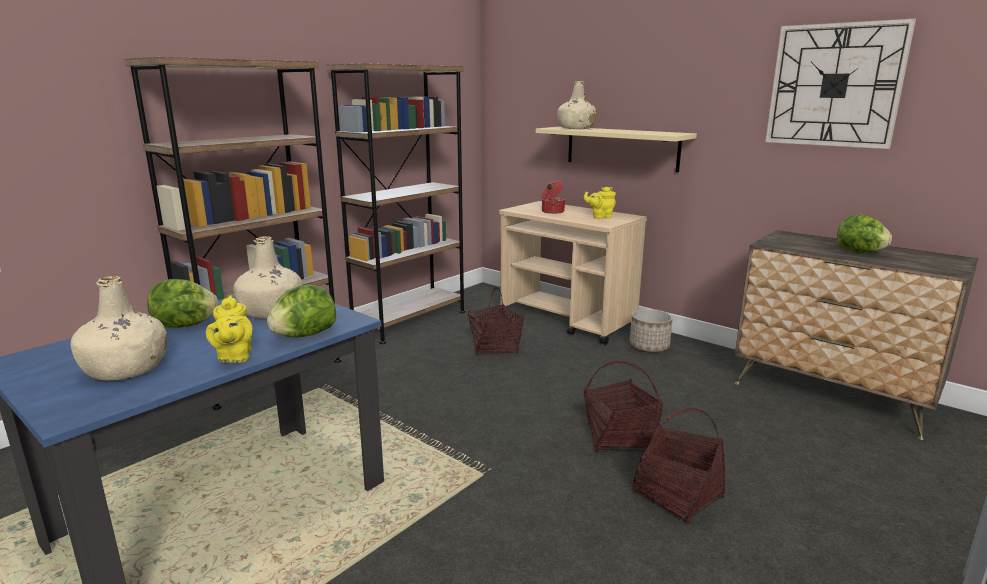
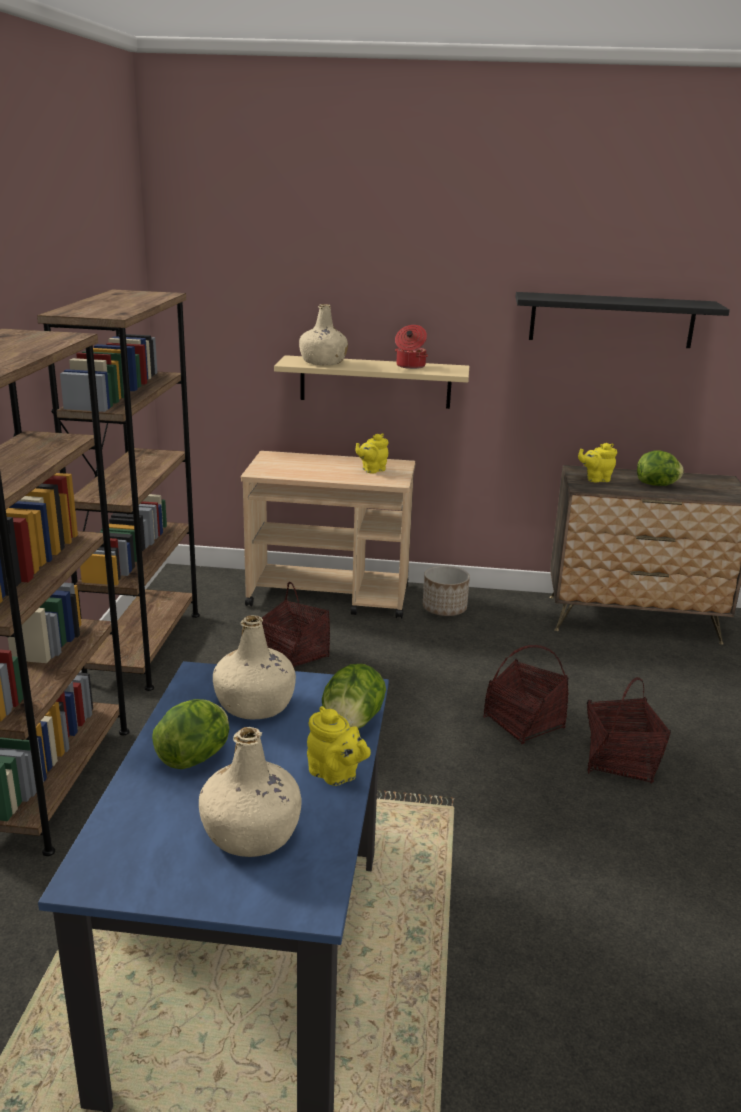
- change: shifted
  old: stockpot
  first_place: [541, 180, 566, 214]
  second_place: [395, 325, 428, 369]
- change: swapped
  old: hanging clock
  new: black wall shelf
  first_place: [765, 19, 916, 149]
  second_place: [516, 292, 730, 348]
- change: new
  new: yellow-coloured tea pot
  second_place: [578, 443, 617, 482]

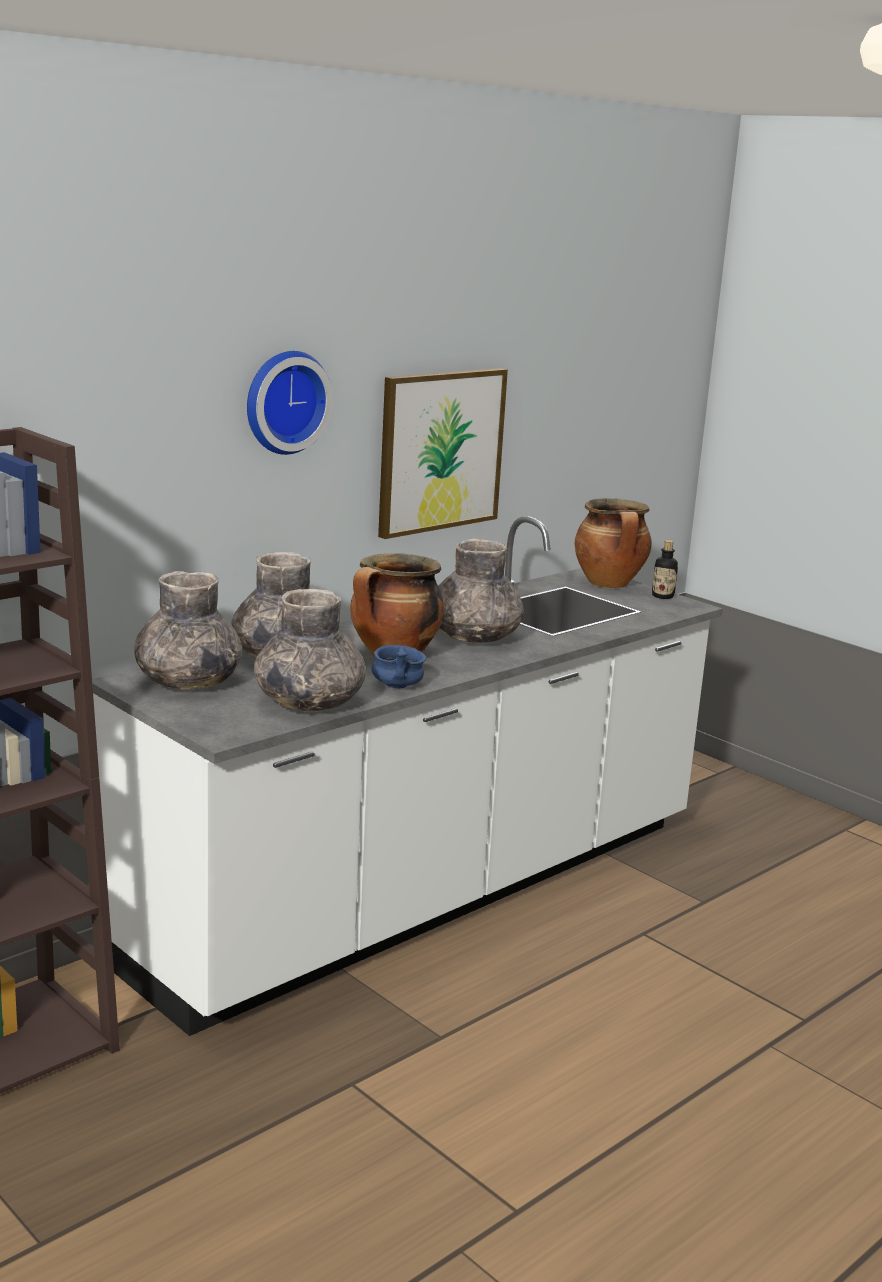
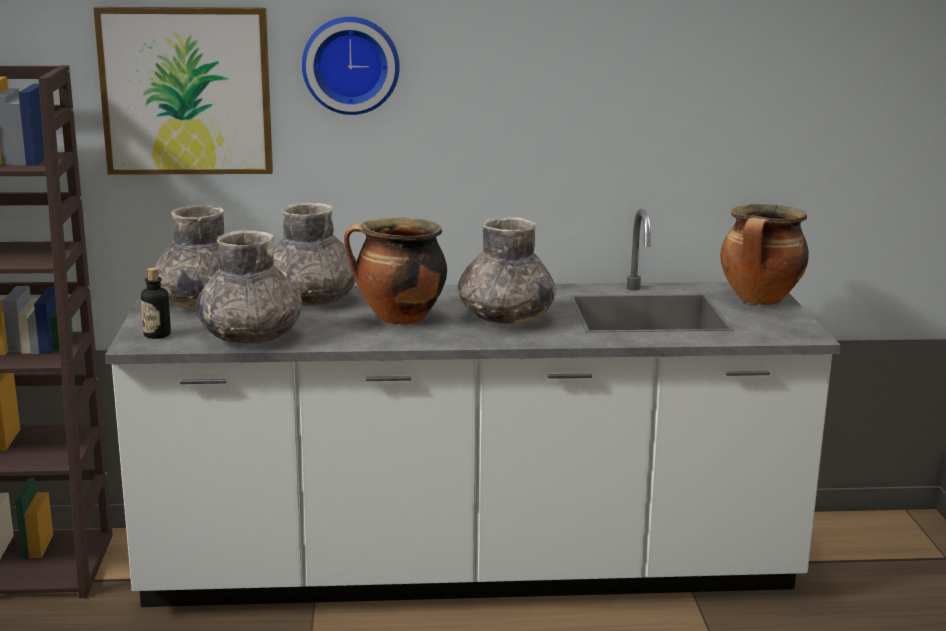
- change: gone
  old: blue deep dish
  first_place: [372, 645, 426, 689]
- change: shifted
  old: wall art
  first_place: [378, 368, 508, 539]
  second_place: [94, 7, 273, 175]
- change: shifted
  old: drink bottle
  first_place: [652, 540, 678, 599]
  second_place: [141, 268, 171, 339]

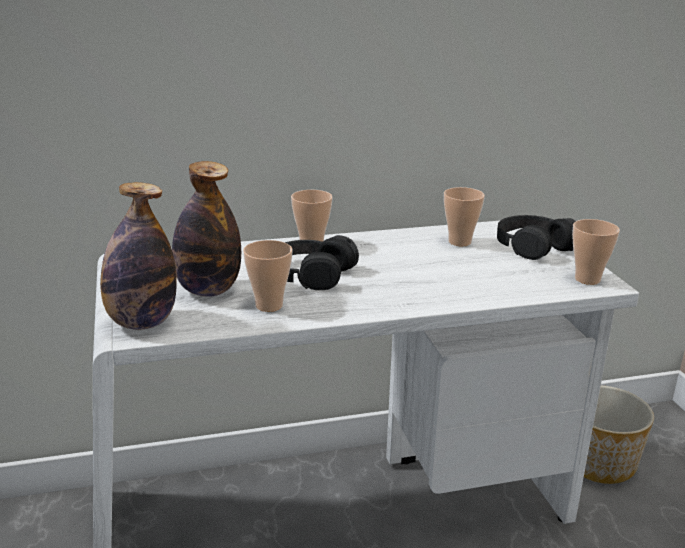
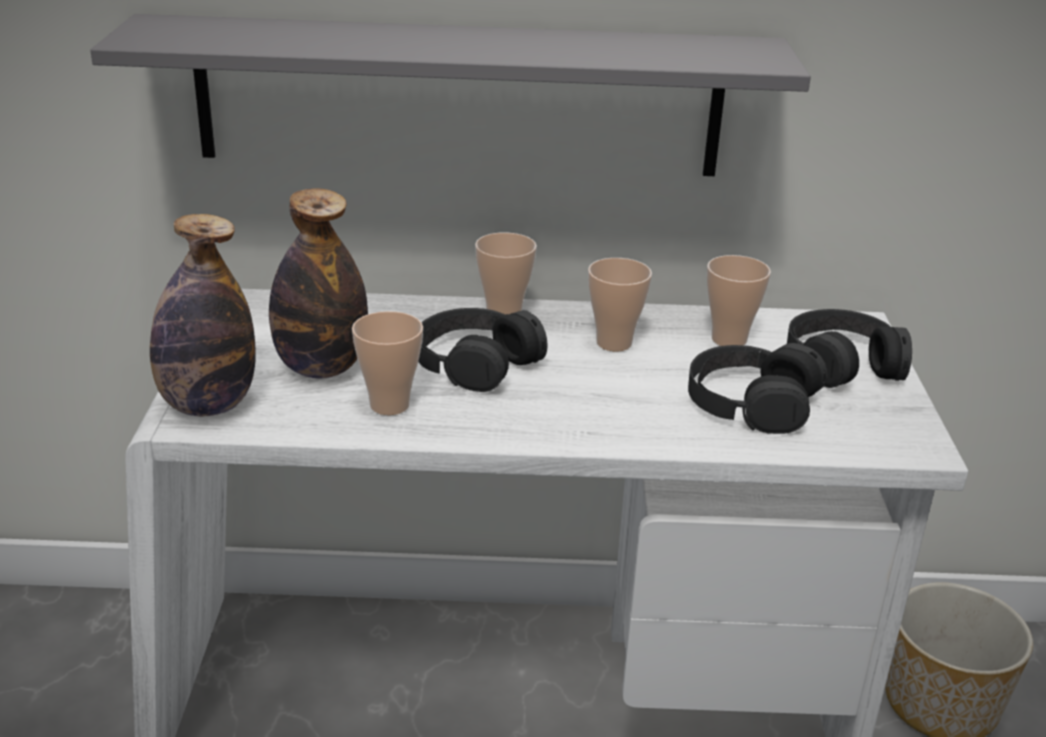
- change: shifted
  old: cup
  first_place: [572, 219, 620, 285]
  second_place: [588, 258, 652, 351]
- change: new
  new: grey wall shelf
  second_place: [90, 14, 811, 176]
- change: new
  new: black headset
  second_place: [688, 343, 827, 434]

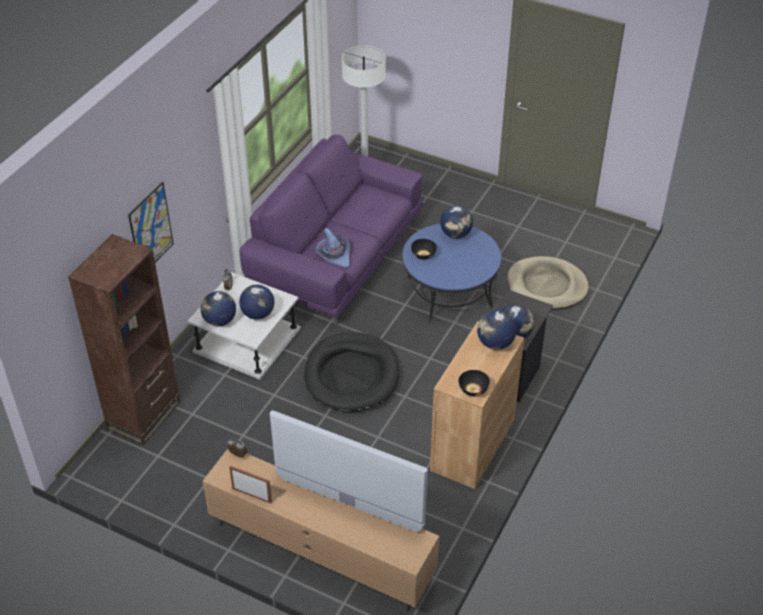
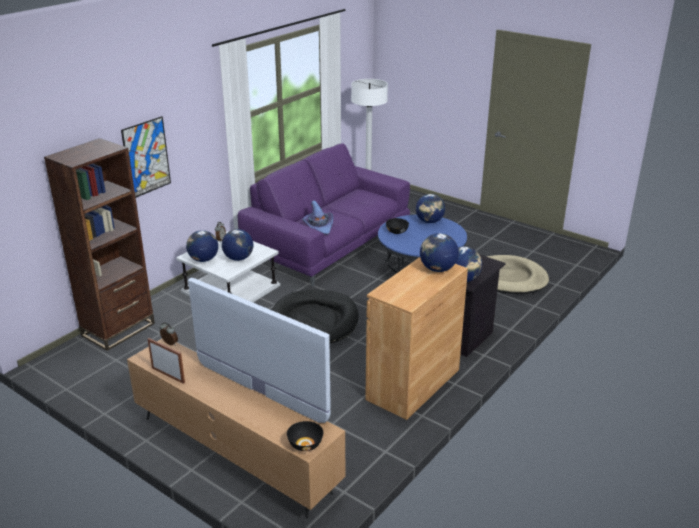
- change: shifted
  old: black deep dish
  first_place: [459, 370, 490, 396]
  second_place: [287, 421, 323, 451]

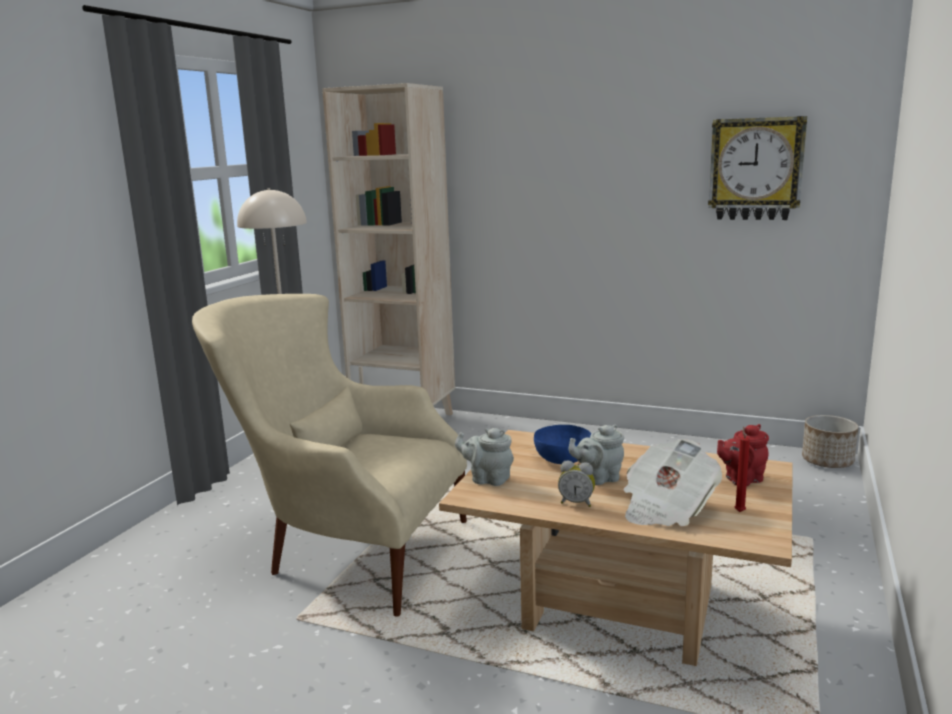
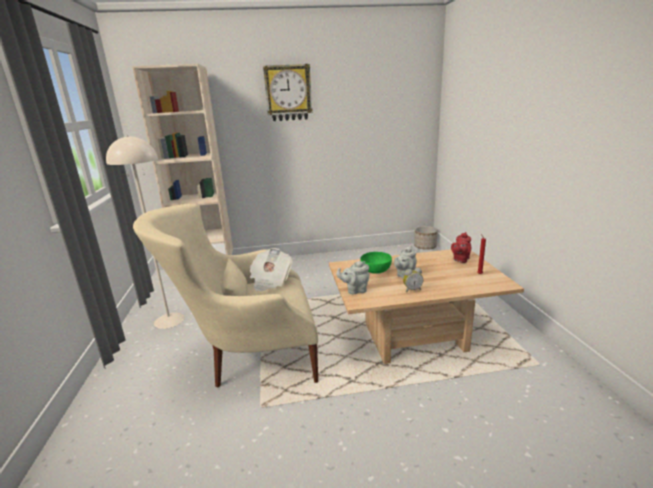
- change: repainted
  old: blue deep dish
  new: green deep dish
  first_place: [534, 425, 591, 464]
  second_place: [360, 252, 392, 274]
- change: shifted
  old: daily paper
  first_place: [624, 439, 722, 526]
  second_place: [249, 248, 293, 291]
- change: shifted
  old: hanging clock
  first_place: [708, 116, 807, 220]
  second_place: [263, 64, 313, 121]

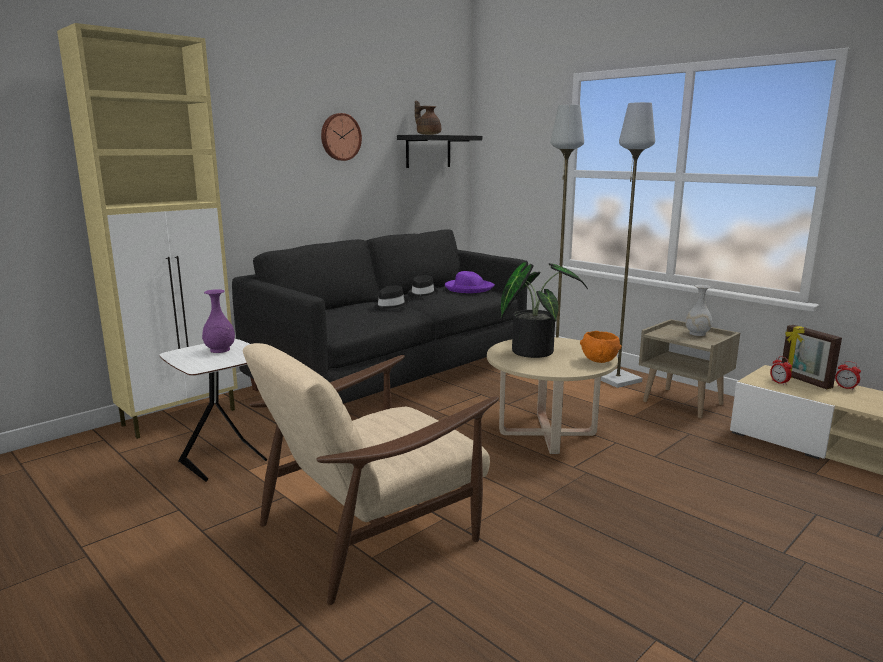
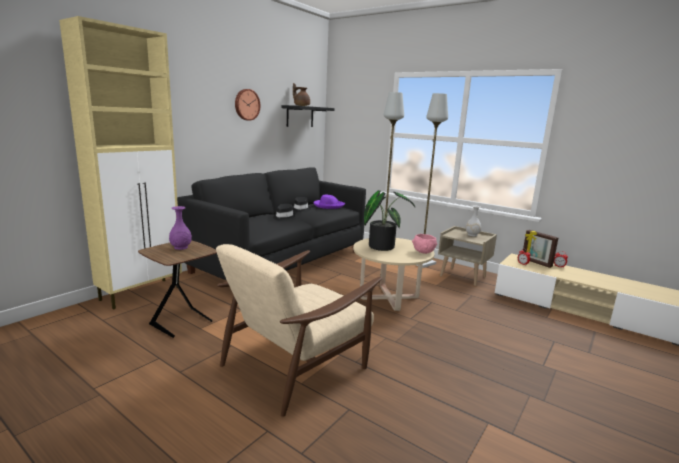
- change: repainted
  old: white side table
  new: brown side table
  first_place: [159, 339, 267, 482]
  second_place: [138, 240, 217, 338]
- change: repainted
  old: orange-coloured deep dish
  new: pinkish deep dish
  first_place: [580, 331, 621, 363]
  second_place: [412, 234, 437, 254]

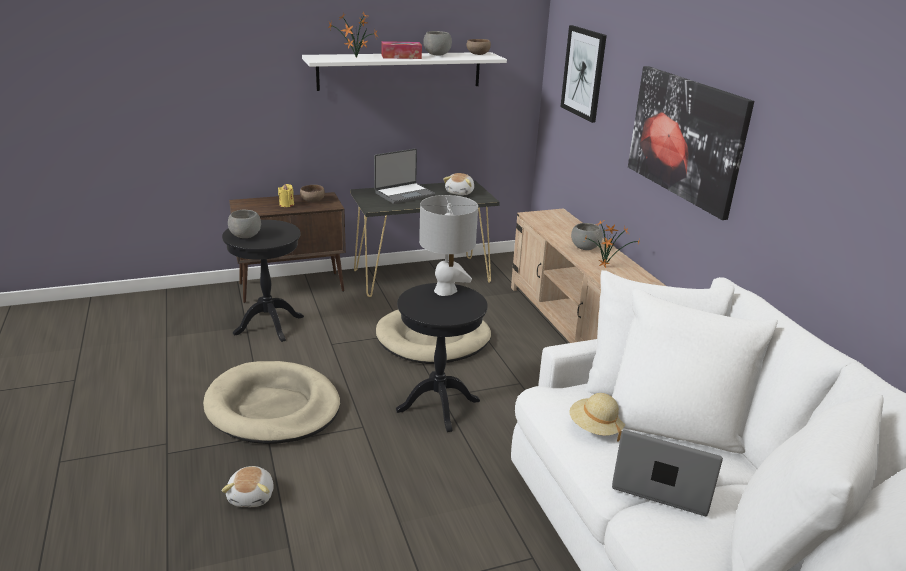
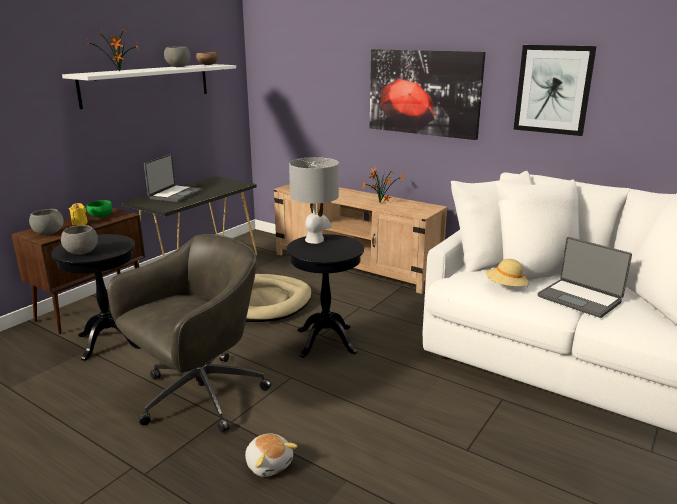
- change: swapped
  old: beige-coloured dog bed
  new: grey computer chair
  first_place: [203, 361, 340, 444]
  second_place: [107, 234, 271, 432]
- change: repainted
  old: brown deep dish
  new: green deep dish
  first_place: [300, 185, 325, 202]
  second_place: [87, 200, 112, 217]
- change: gone
  old: box of tissues
  first_place: [382, 41, 422, 59]
- change: gone
  old: plush toy
  first_place: [443, 173, 474, 195]
- change: shifted
  old: wall art
  first_place: [560, 25, 607, 123]
  second_place: [514, 45, 597, 136]
- change: shifted
  old: grey deep dish
  first_place: [571, 223, 603, 250]
  second_place: [29, 209, 64, 235]
- change: rotated
  old: laptop
  first_place: [612, 430, 723, 516]
  second_place: [538, 237, 632, 318]
  degrees: -120

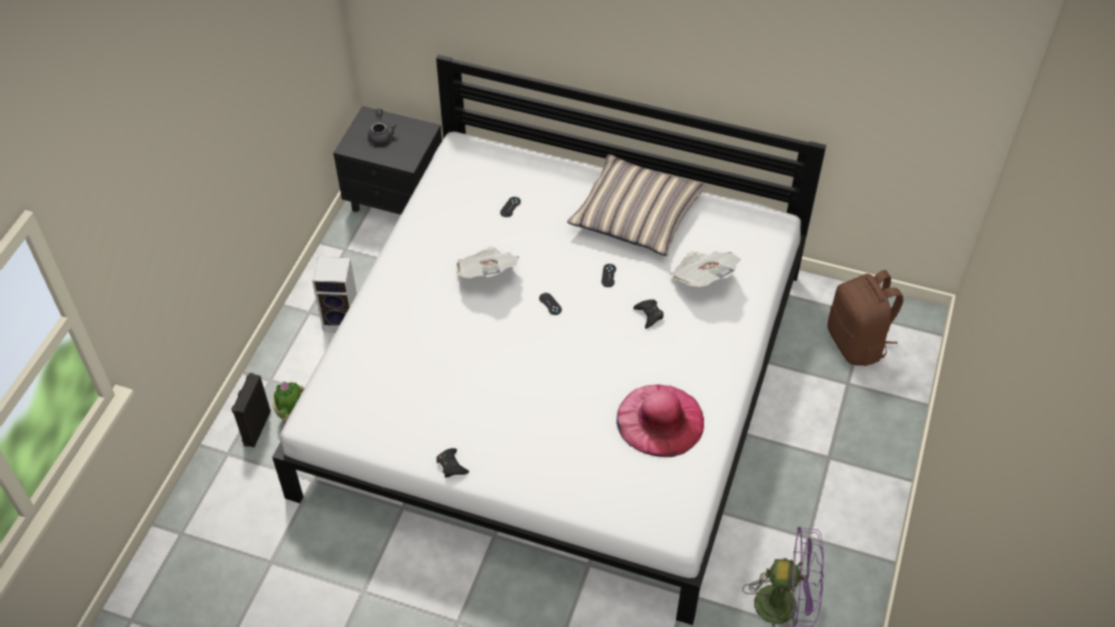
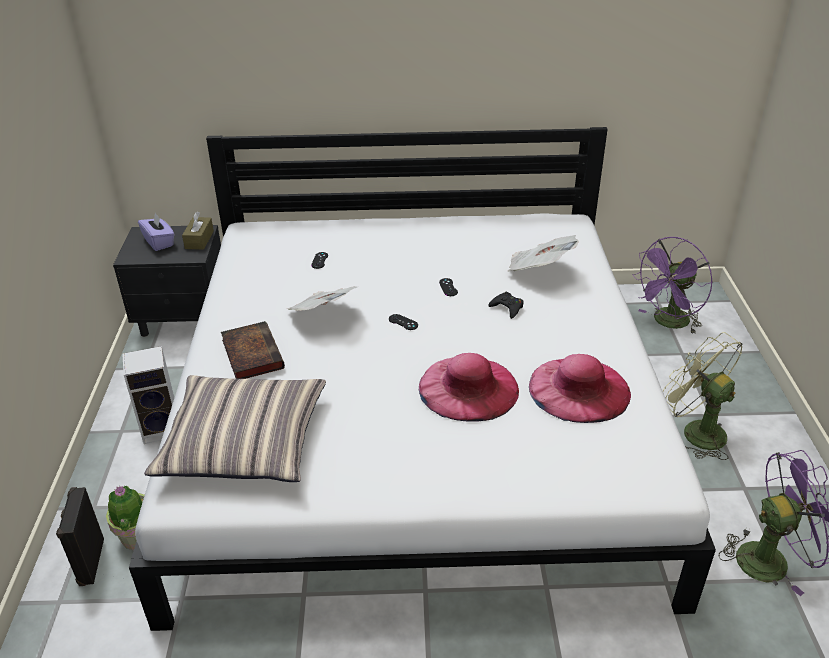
- change: swapped
  old: grey tea pot
  new: purple box of tissues
  first_place: [368, 108, 397, 145]
  second_place: [138, 213, 175, 251]
- change: gone
  old: black gamepad
  first_place: [436, 448, 469, 478]
- change: shifted
  old: throw pillow
  first_place: [567, 154, 706, 256]
  second_place: [144, 375, 326, 482]
- change: swapped
  old: brown knapsack
  new: purple electric fan
  first_place: [827, 270, 903, 366]
  second_place: [632, 237, 713, 334]
- change: new
  new: brown box of tissues
  second_place: [182, 211, 214, 250]
- change: new
  new: bound book
  second_place: [221, 321, 285, 379]
- change: new
  new: pinkish wearable hat
  second_place: [419, 353, 519, 422]
- change: new
  new: green electric fan
  second_place: [663, 332, 743, 460]

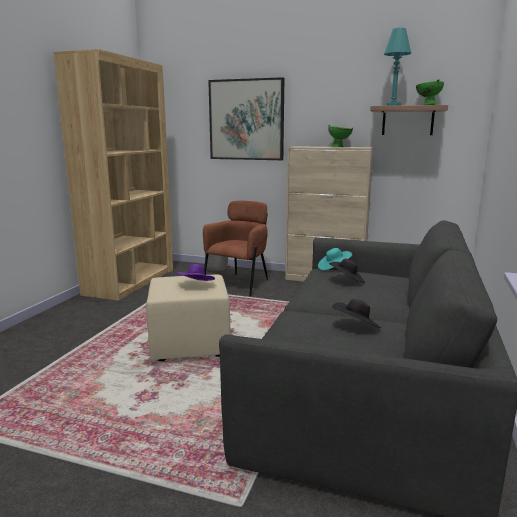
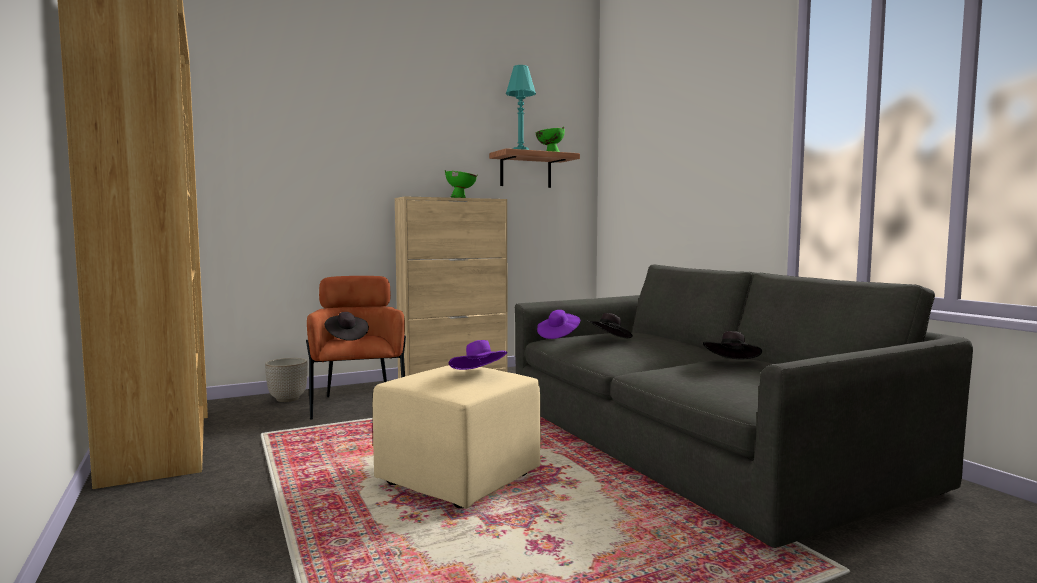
- change: gone
  old: wall art
  first_place: [208, 77, 284, 160]
- change: repainted
  old: turquoise-coloured wearable hat
  new: purple wearable hat
  first_place: [318, 248, 352, 270]
  second_place: [537, 310, 580, 339]
- change: new
  new: black wearable hat
  second_place: [324, 312, 369, 341]

